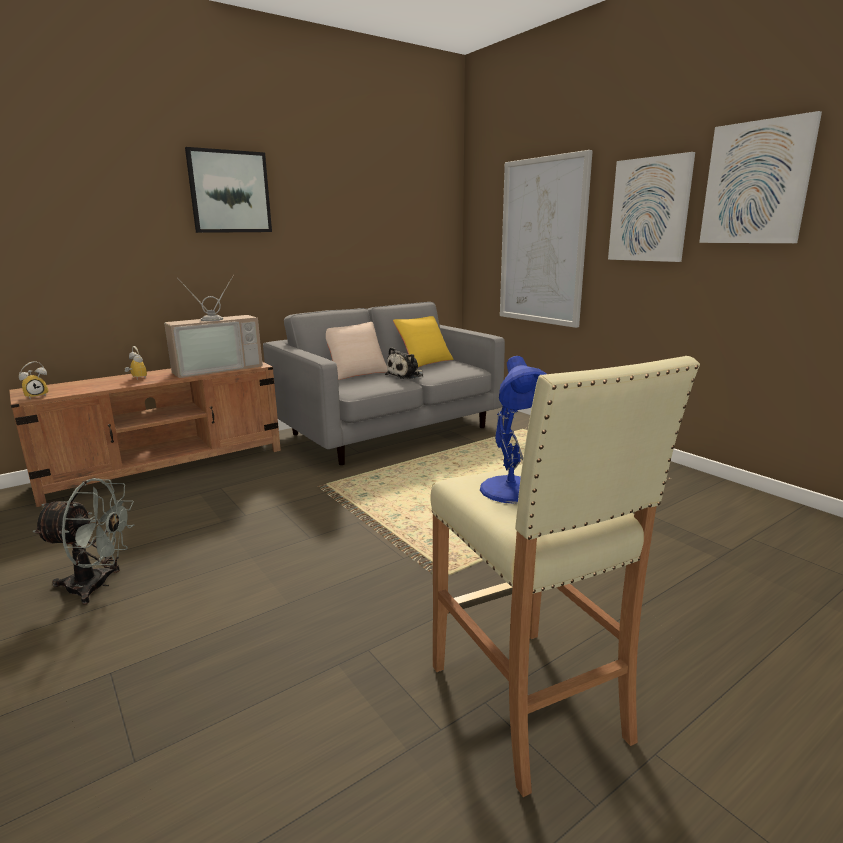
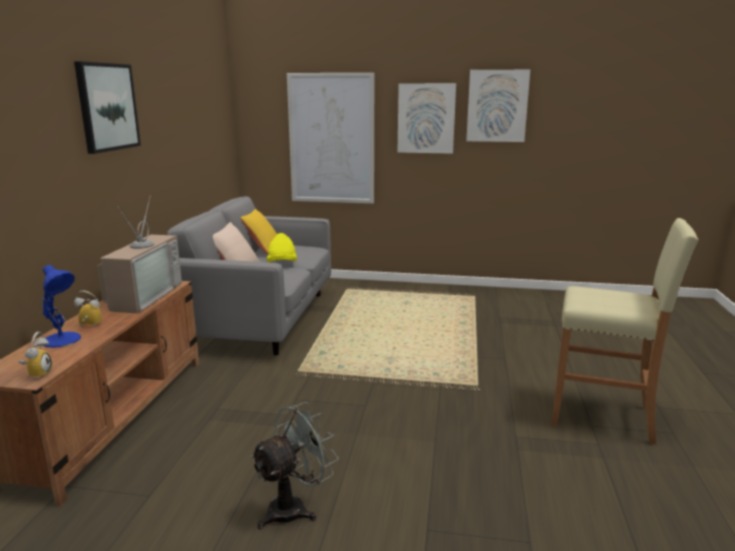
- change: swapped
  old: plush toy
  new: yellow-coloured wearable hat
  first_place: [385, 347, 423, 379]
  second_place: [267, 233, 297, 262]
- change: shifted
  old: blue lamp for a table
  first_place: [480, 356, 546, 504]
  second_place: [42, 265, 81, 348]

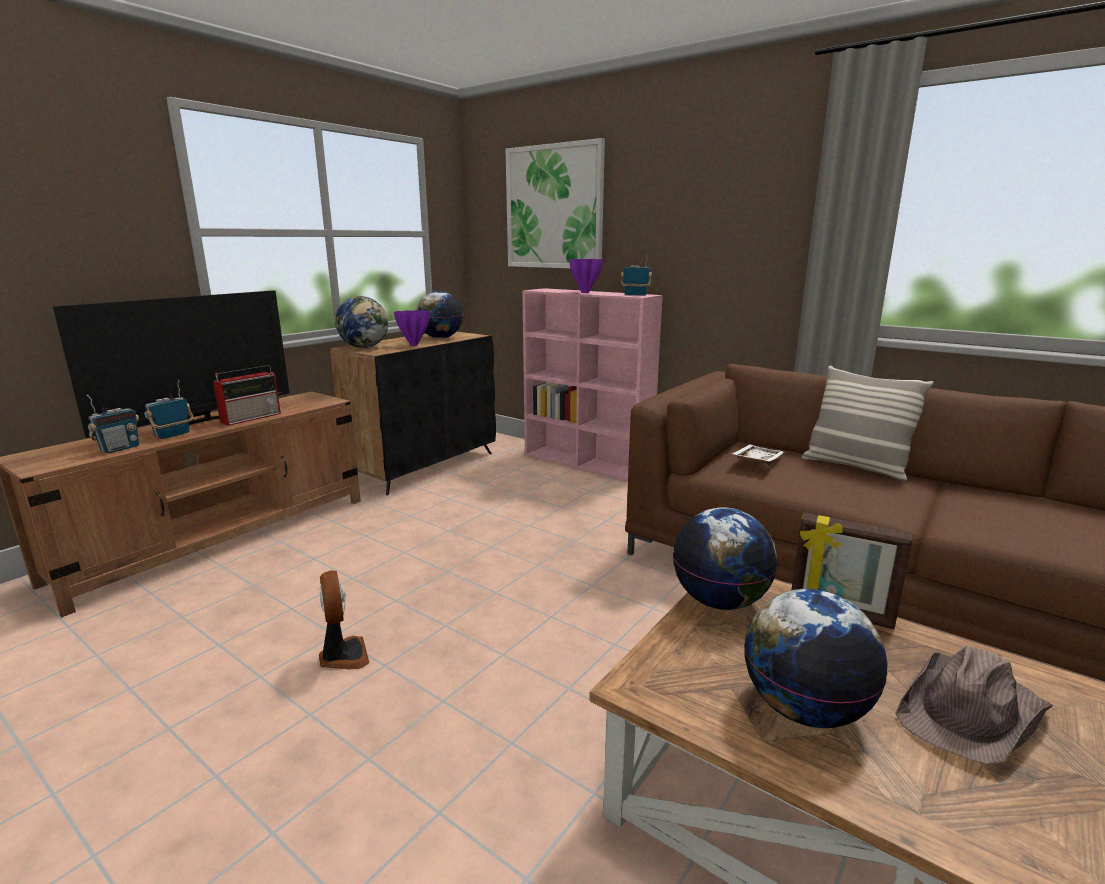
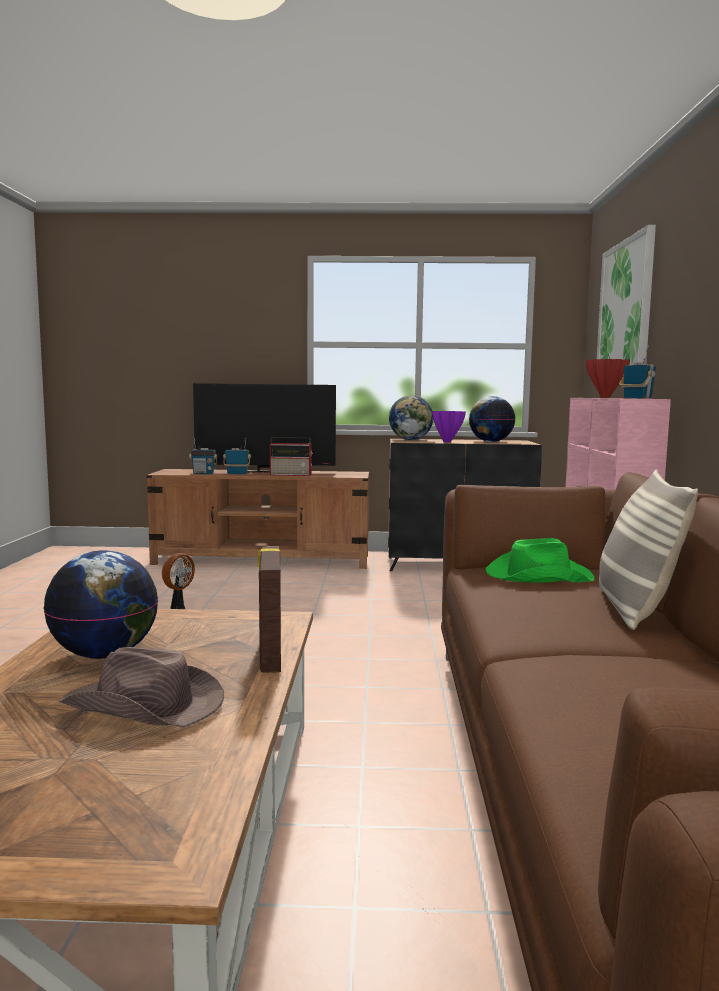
- change: repainted
  old: purple flower vase
  new: red flower vase
  first_place: [569, 259, 603, 293]
  second_place: [586, 359, 630, 398]
- change: gone
  old: desk globe
  first_place: [673, 507, 778, 610]
- change: swapped
  old: white tray
  new: green wearable hat
  first_place: [732, 444, 784, 465]
  second_place: [486, 538, 595, 583]

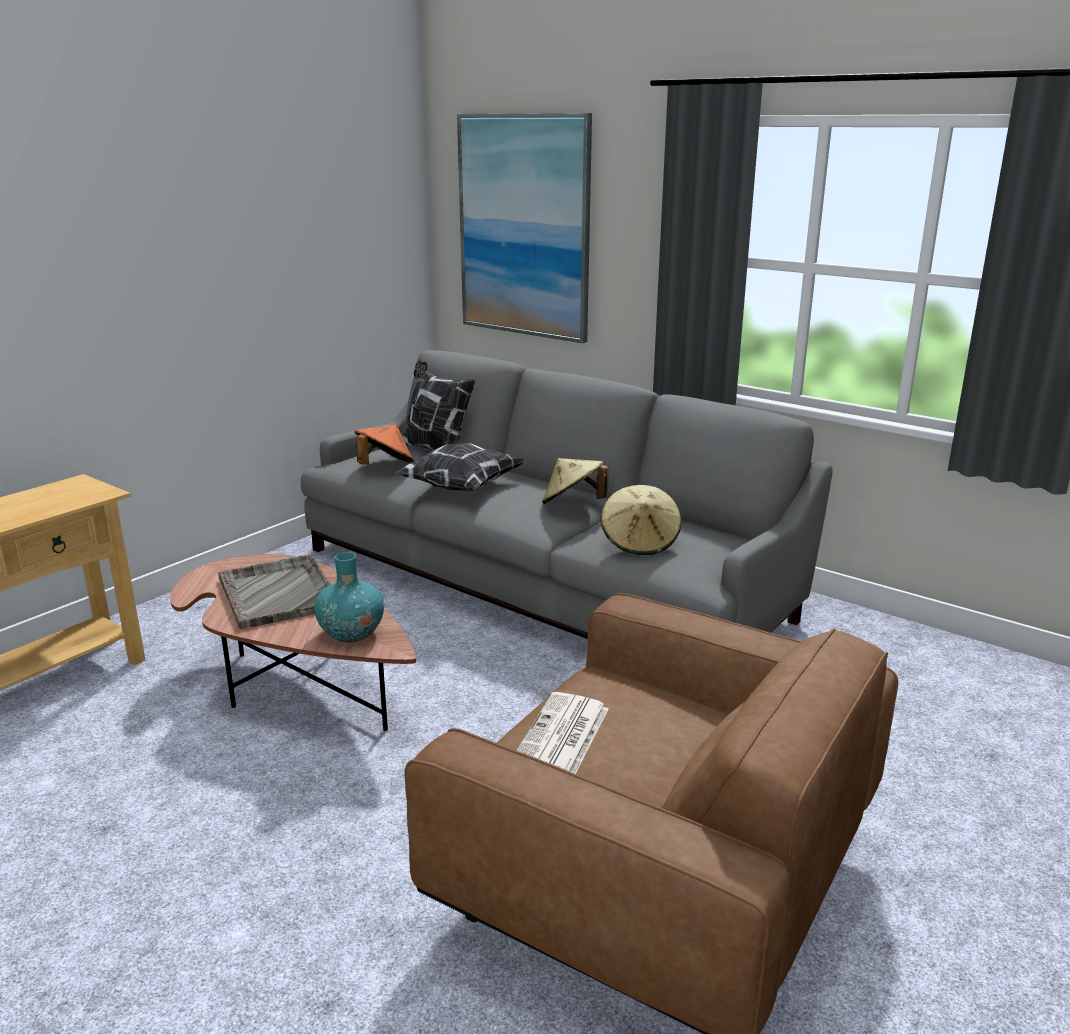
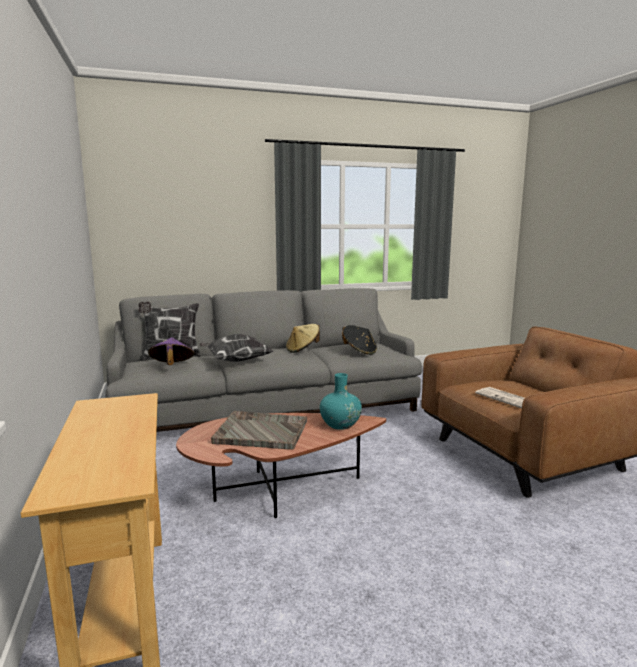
- change: repainted
  old: orange-coloured wearable hat
  new: purple wearable hat
  first_place: [354, 425, 414, 465]
  second_place: [148, 337, 194, 365]
- change: gone
  old: wall art
  first_place: [457, 113, 592, 343]
- change: repainted
  old: beige-coloured wearable hat
  new: black wearable hat
  first_place: [600, 485, 681, 555]
  second_place: [342, 325, 377, 355]

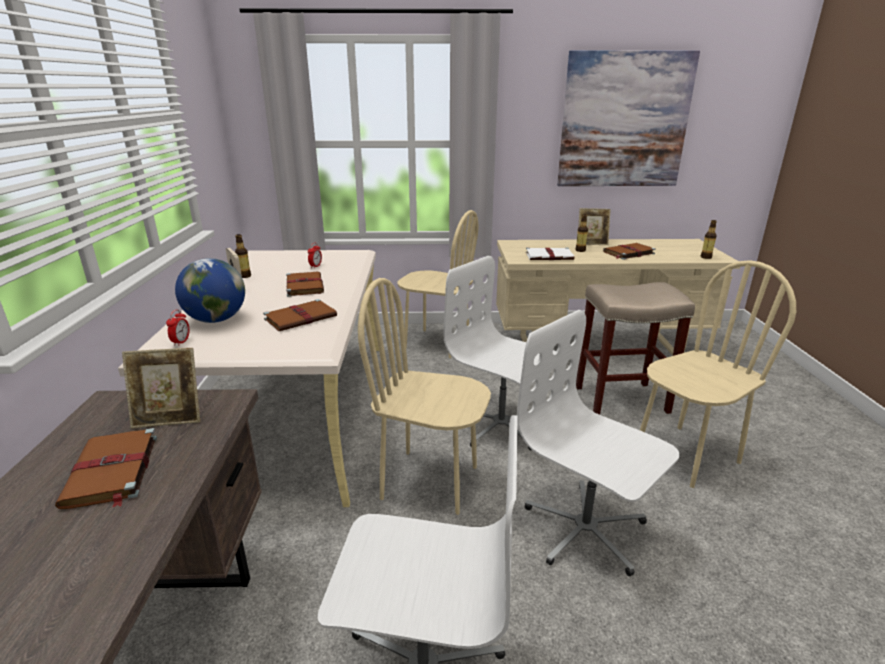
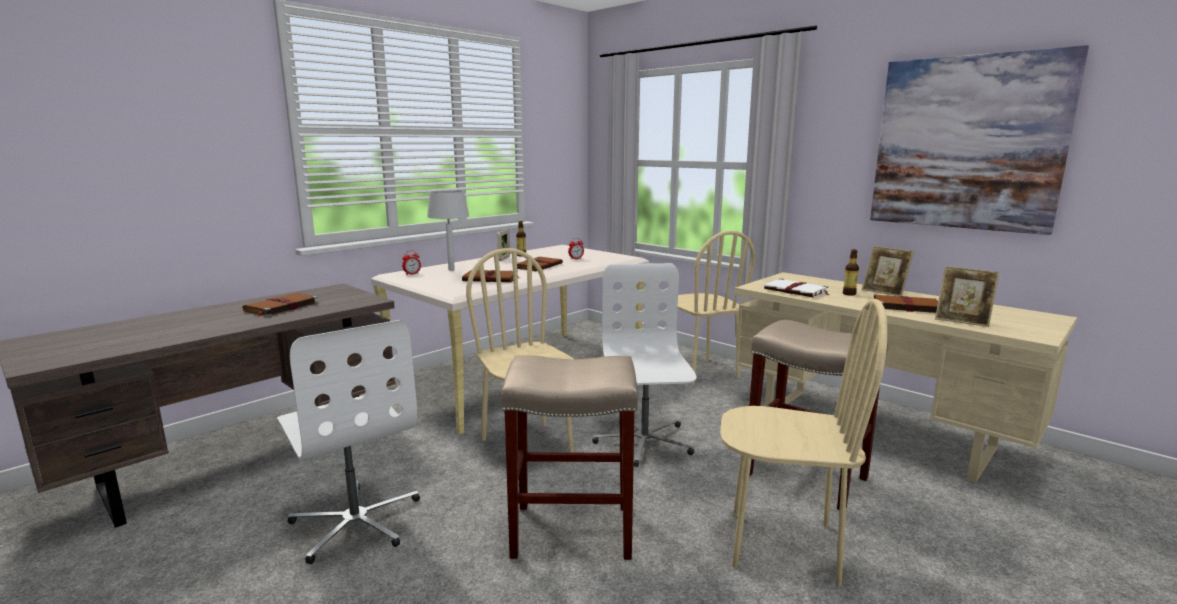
- change: shifted
  old: picture frame
  first_place: [122, 348, 200, 429]
  second_place: [935, 266, 1000, 327]
- change: swapped
  old: desk globe
  new: grey lamp for a table
  first_place: [175, 258, 245, 323]
  second_place: [427, 190, 470, 271]
- change: swapped
  old: white computer chair
  new: beige-coloured sitting stool
  first_place: [517, 310, 680, 576]
  second_place: [501, 355, 638, 560]
- change: gone
  old: drink bottle
  first_place: [701, 220, 717, 259]

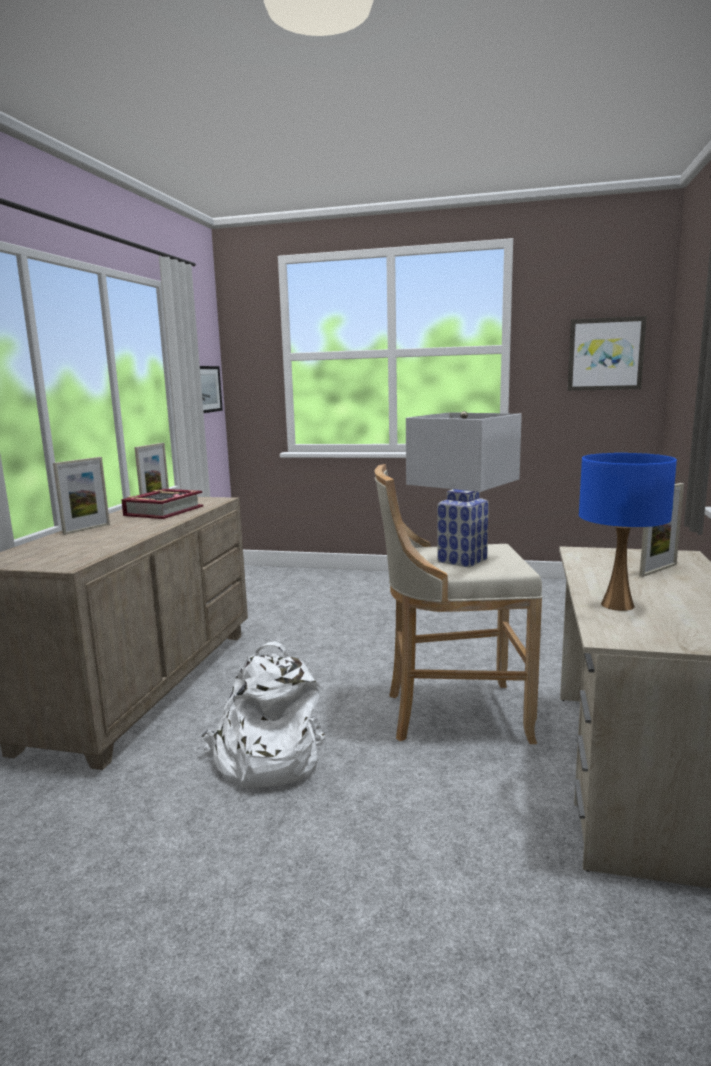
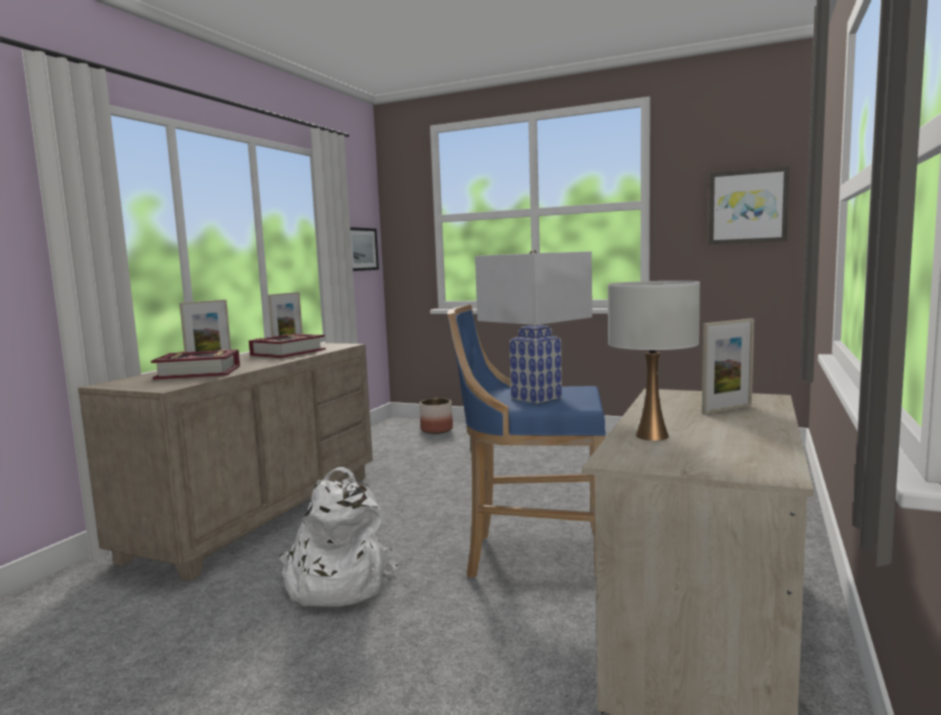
- change: repainted
  old: beige-coloured sitting stool
  new: blue sitting stool
  first_place: [374, 464, 542, 744]
  second_place: [447, 305, 606, 578]
- change: repainted
  old: blue lamp for a table
  new: white lamp for a table
  first_place: [579, 453, 677, 611]
  second_place: [608, 281, 700, 441]
- change: new
  new: bound book
  second_place: [151, 349, 240, 379]
- change: new
  new: flower pot
  second_place: [420, 398, 453, 434]

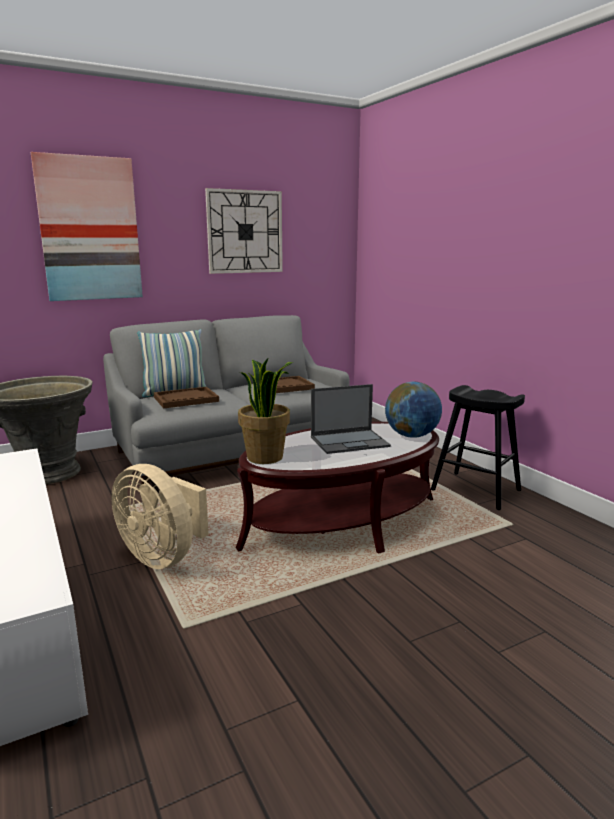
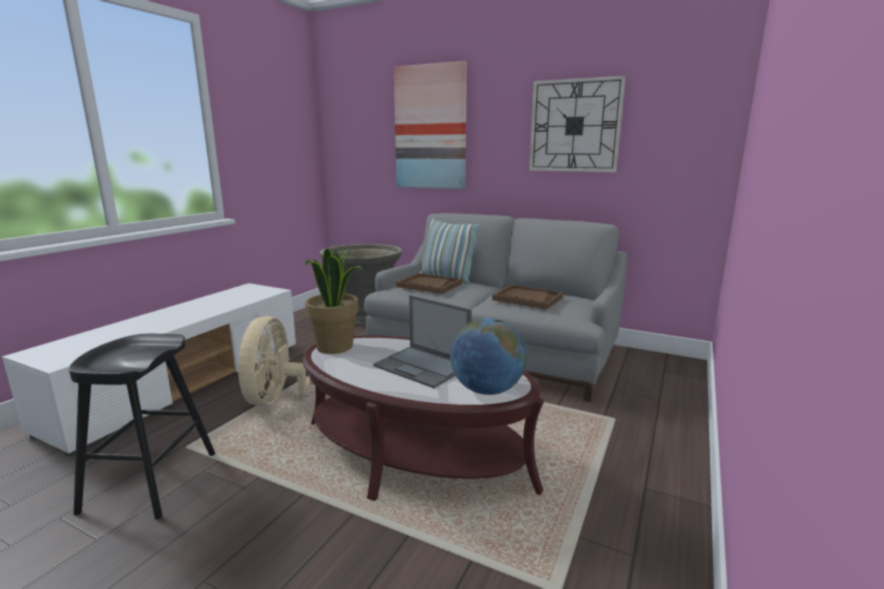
- change: shifted
  old: black sitting stool
  first_place: [431, 385, 525, 510]
  second_place: [69, 334, 215, 520]

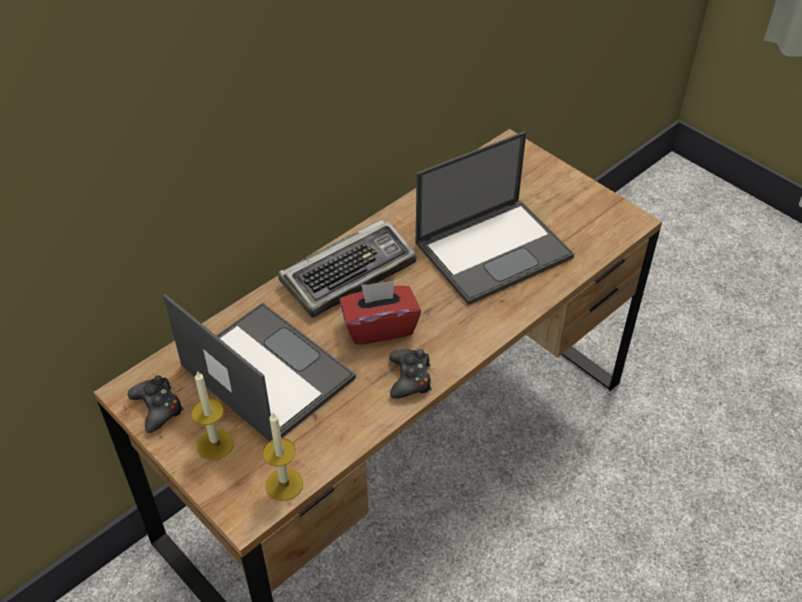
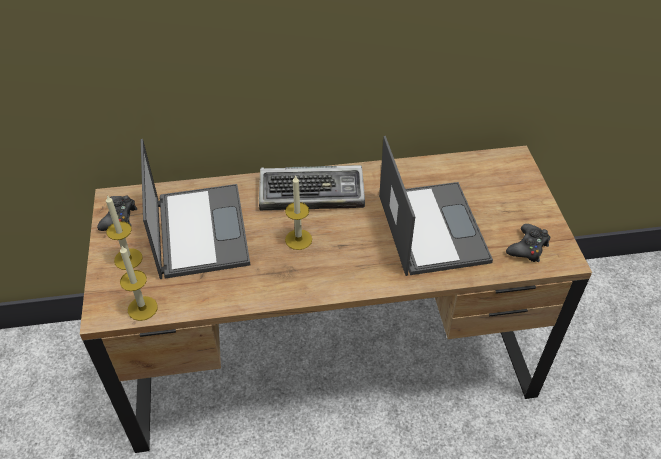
- change: swapped
  old: red box of tissues
  new: candle
  first_place: [339, 280, 421, 345]
  second_place: [285, 175, 312, 250]
- change: shifted
  old: black gamepad
  first_place: [389, 349, 432, 399]
  second_place: [506, 224, 550, 262]
- change: rotated
  old: laptop
  first_place: [416, 131, 574, 305]
  second_place: [379, 136, 493, 276]
  degrees: -105

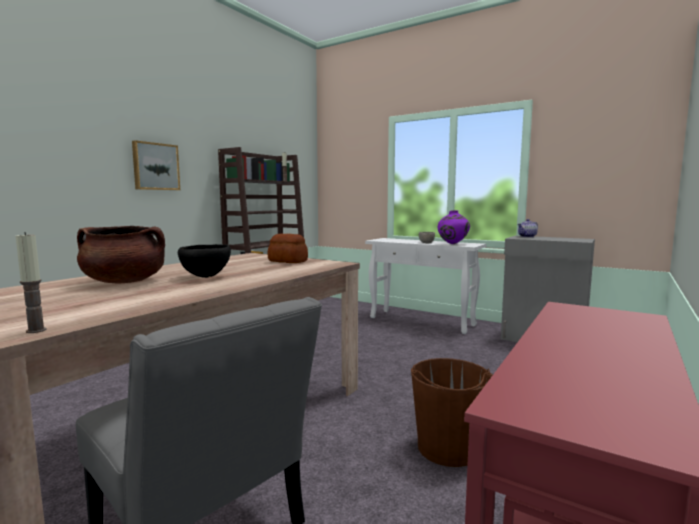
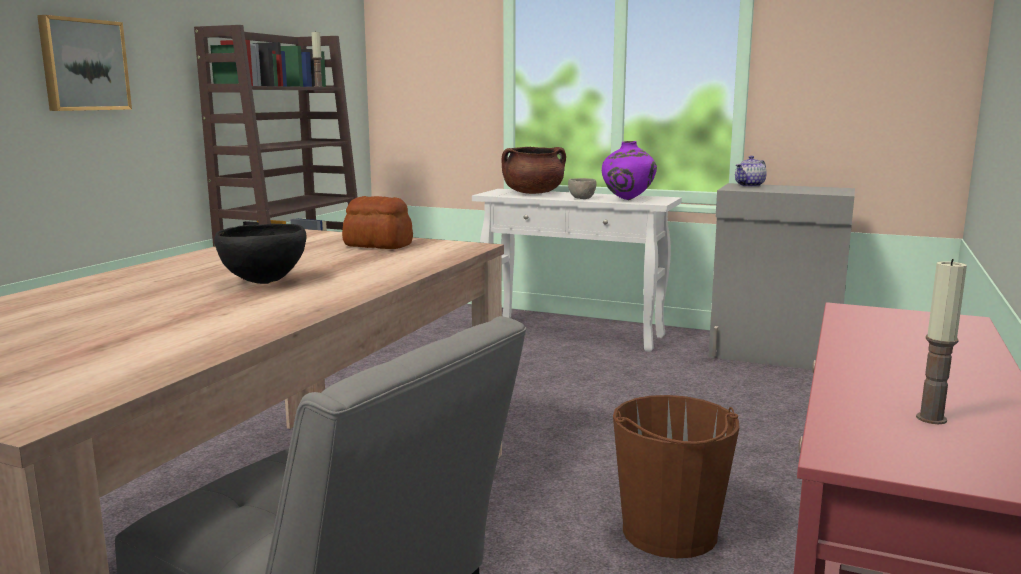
- change: shifted
  old: candle
  first_place: [16, 232, 47, 333]
  second_place: [916, 259, 967, 424]
- change: shifted
  old: brown stockpot
  first_place: [77, 226, 165, 283]
  second_place: [501, 147, 566, 194]

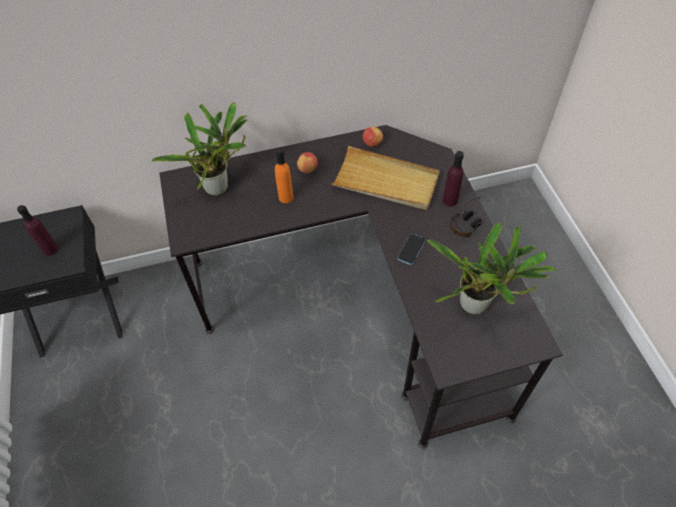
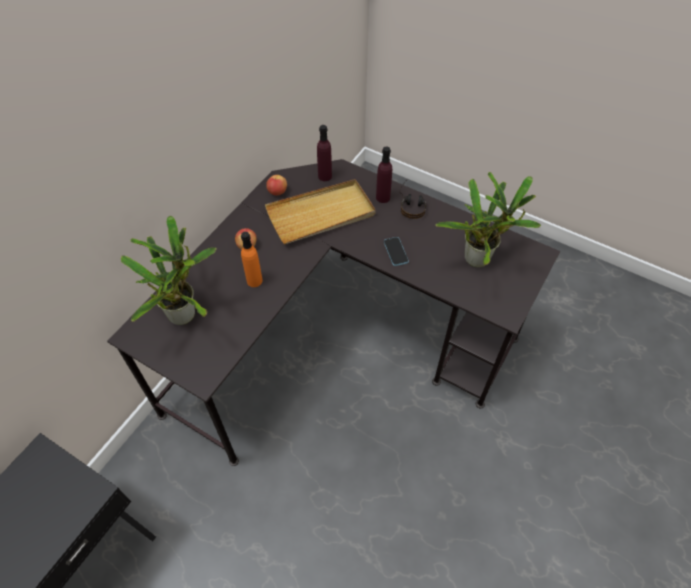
- change: shifted
  old: purple drink bottle
  first_place: [17, 205, 58, 256]
  second_place: [317, 125, 332, 181]

